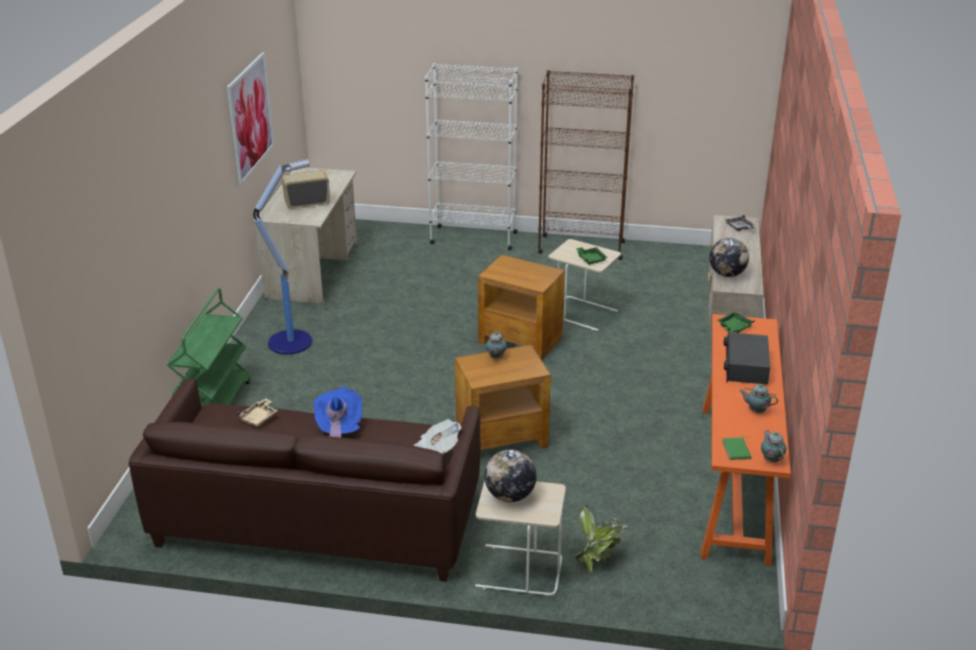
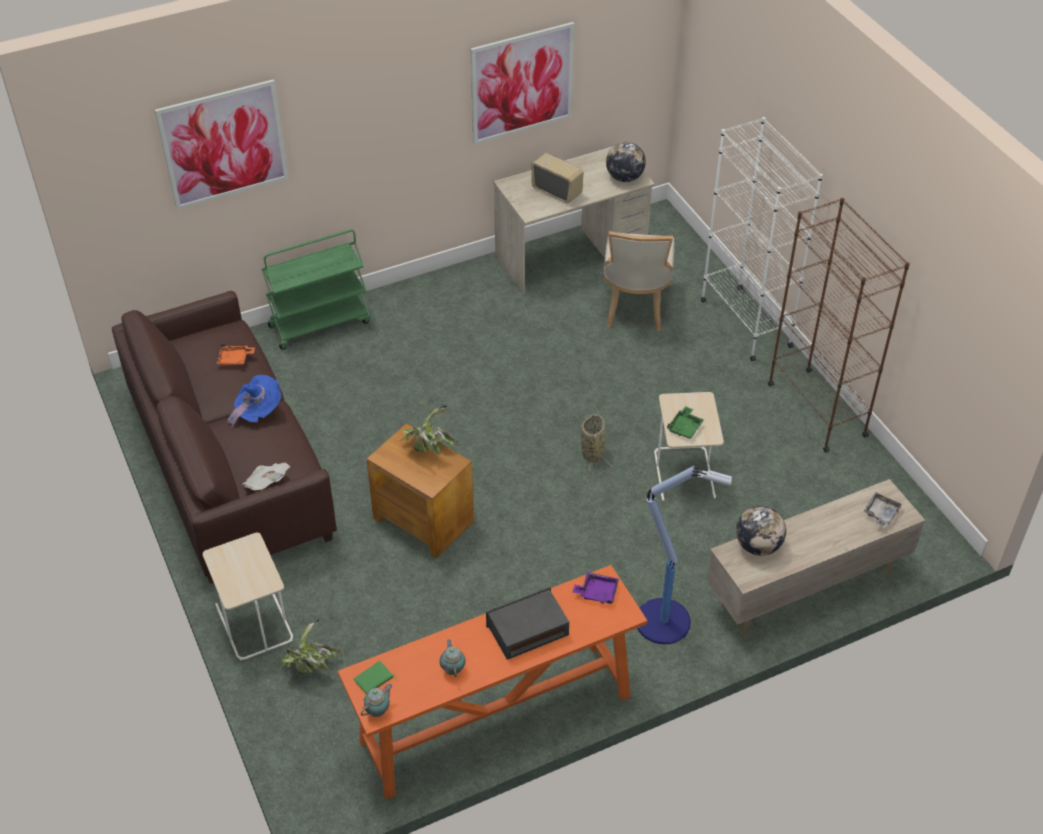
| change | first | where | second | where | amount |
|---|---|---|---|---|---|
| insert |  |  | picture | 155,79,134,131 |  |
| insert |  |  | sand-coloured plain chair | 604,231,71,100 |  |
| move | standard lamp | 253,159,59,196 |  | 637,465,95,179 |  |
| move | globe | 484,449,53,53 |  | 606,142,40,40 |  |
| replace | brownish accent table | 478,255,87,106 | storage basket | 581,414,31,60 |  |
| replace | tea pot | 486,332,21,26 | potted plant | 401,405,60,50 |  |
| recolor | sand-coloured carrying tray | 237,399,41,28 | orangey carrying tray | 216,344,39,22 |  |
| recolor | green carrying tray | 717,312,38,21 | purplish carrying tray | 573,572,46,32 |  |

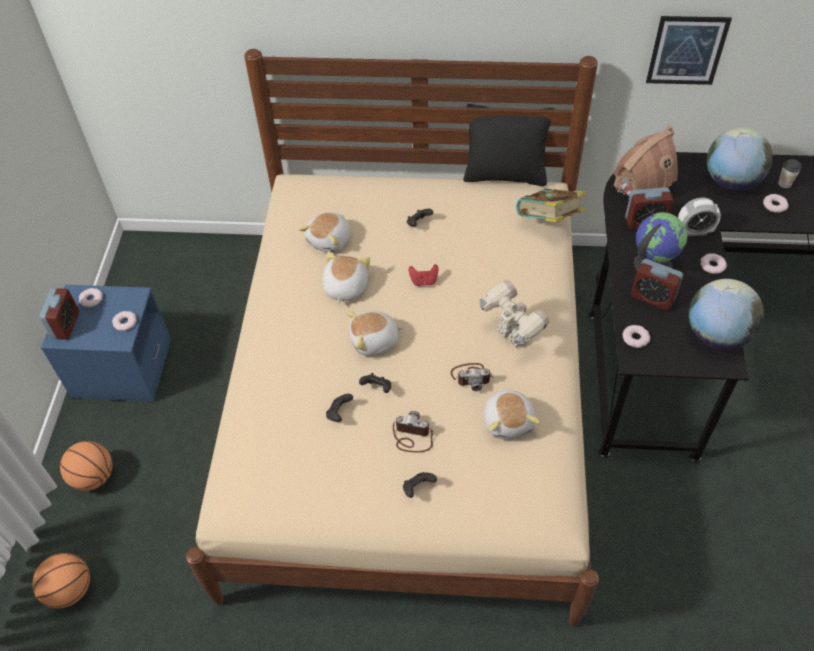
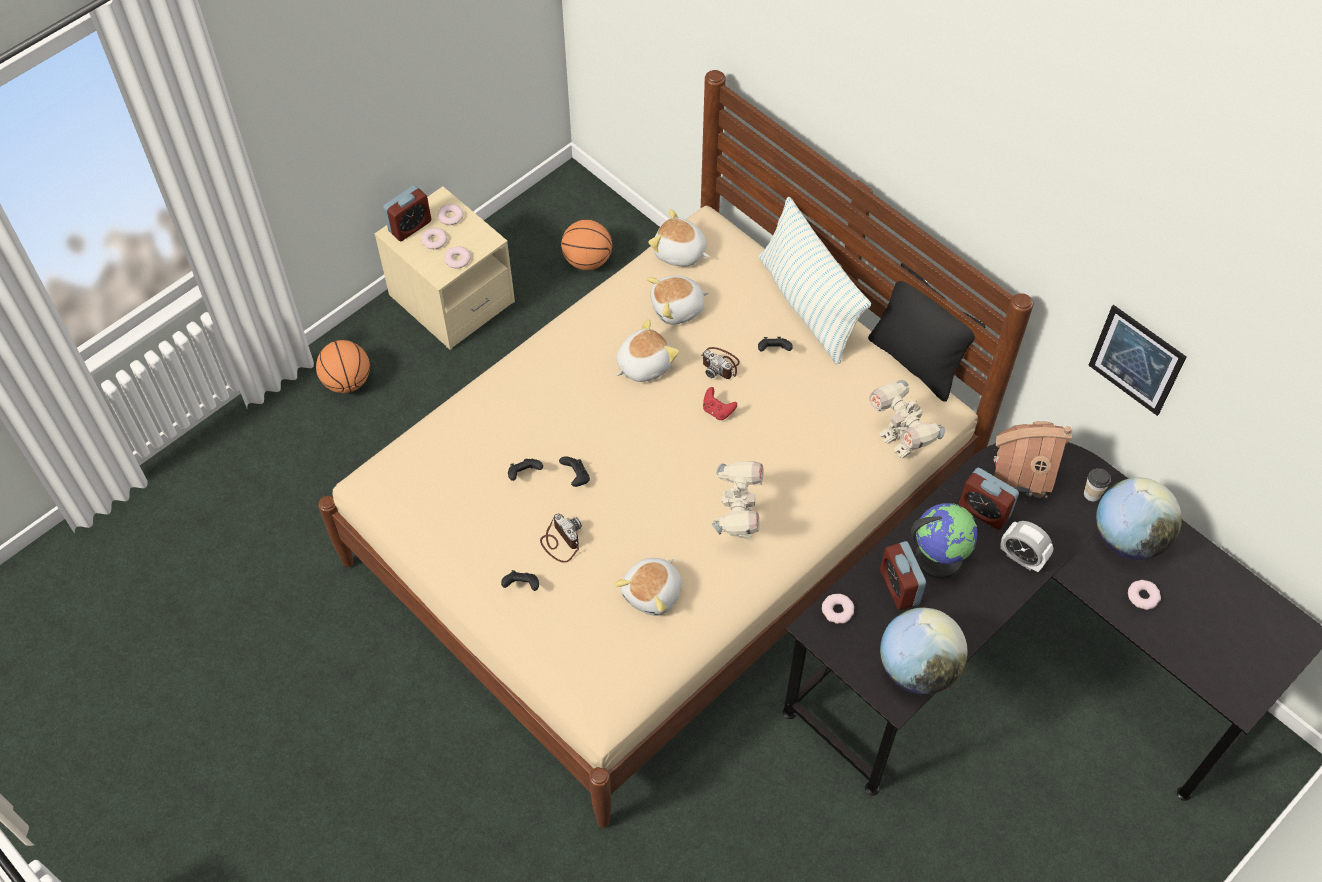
| change | first | where | second | where | amount |
|---|---|---|---|---|---|
| insert |  |  | pillow | 759,197,112,167 |  |
| move | basketball ball | 32,553,58,55 |  | 561,219,51,51 |  |
| move | soft toy | 346,311,58,45 |  | 648,209,62,58 |  |
| move | still camera | 451,363,42,28 |  | 701,347,39,32 |  |
| move | doughnut | 700,253,27,21 |  | 421,228,27,21 |  |
| move | cup | 778,159,23,29 |  | 1084,468,27,33 |  |
| replace | bound book | 516,189,70,34 | toy robot | 869,380,76,78 |  |
| recolor | bluish night table | 41,285,130,117 | sand-coloured night table | 375,186,140,164 |  |

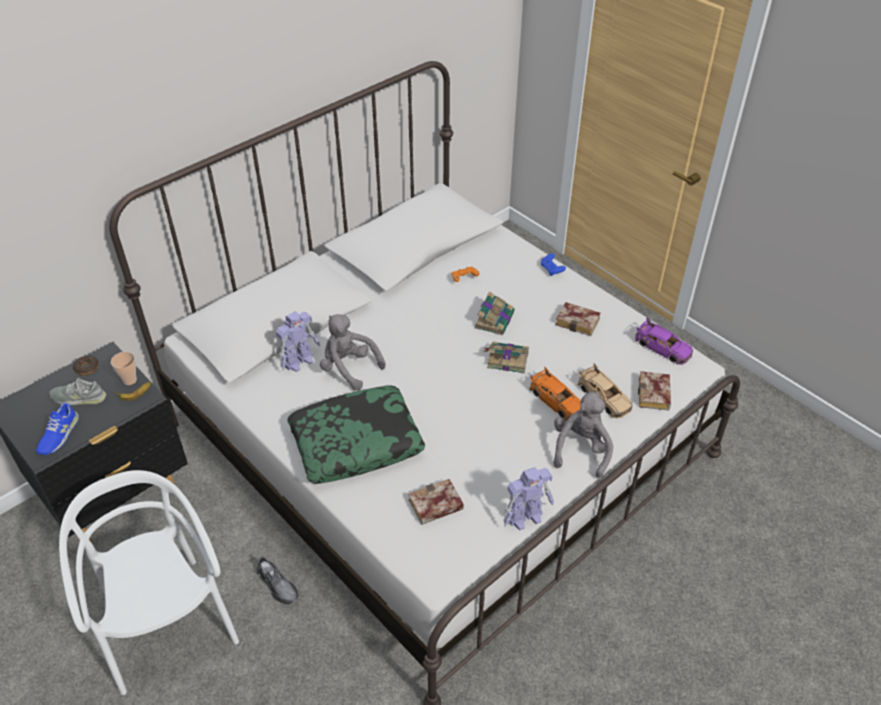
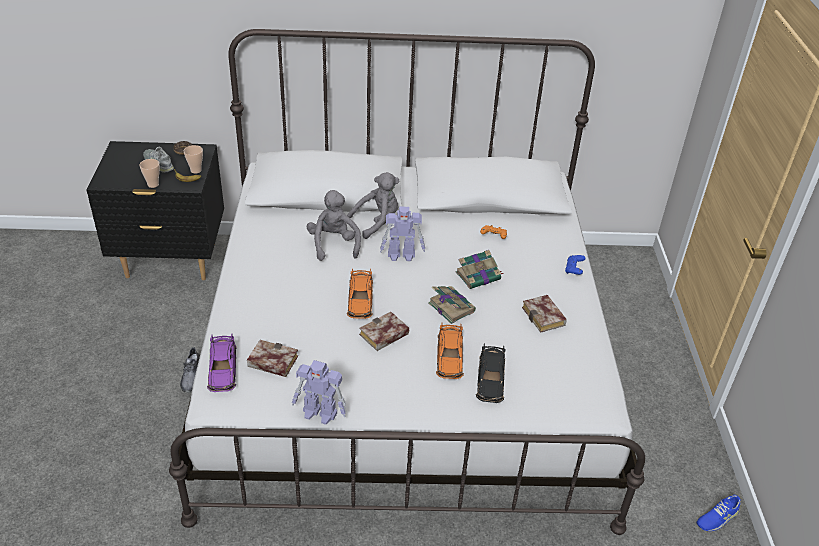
| change | first | where | second | where | amount |
|---|---|---|---|---|---|
| delete | whitish plain chair | 59,470,180,225 |  |  |  |
| delete | pillow | 287,385,138,99 |  |  |  |
| insert |  |  | cup | 140,159,20,29 |  |
| insert |  |  | orangey miniature car | 347,268,26,51 |  |
| move | bluish low shoe | 36,403,43,52 |  | 697,495,43,36 |  |
| move | toy robot | 276,311,44,61 |  | 380,206,45,55 |  |
| move | greyish soft toy | 553,392,60,86 |  | 347,172,52,67 |  |
| move | purplish miniature car | 635,318,58,47 |  | 207,333,30,59 |  |
| move | bound book | 638,371,33,39 |  | 359,312,50,39 |  |
| recolor | sand-coloured miniature car | 577,363,55,55 | black-coloured miniature car | 476,344,29,59 |  |

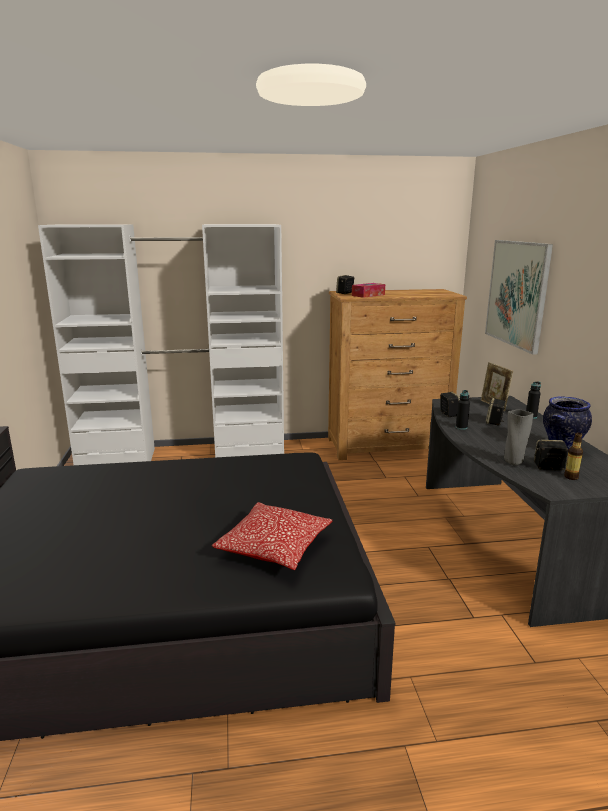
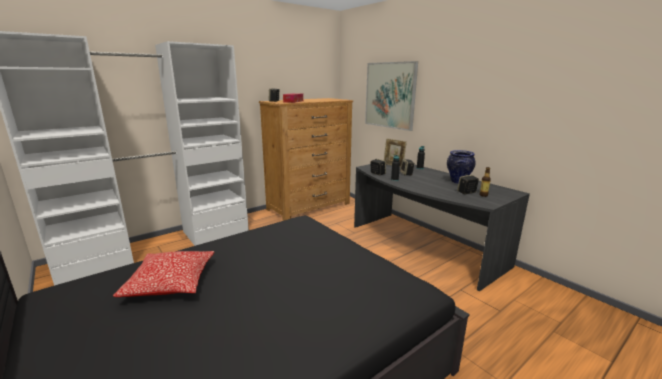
| change | first | where | second | where | amount |
|---|---|---|---|---|---|
| delete | greyish decorative vase | 504,410,29,56 |  |  |  |
| move | pillow | 212,502,120,68 |  | 113,251,101,46 |  |

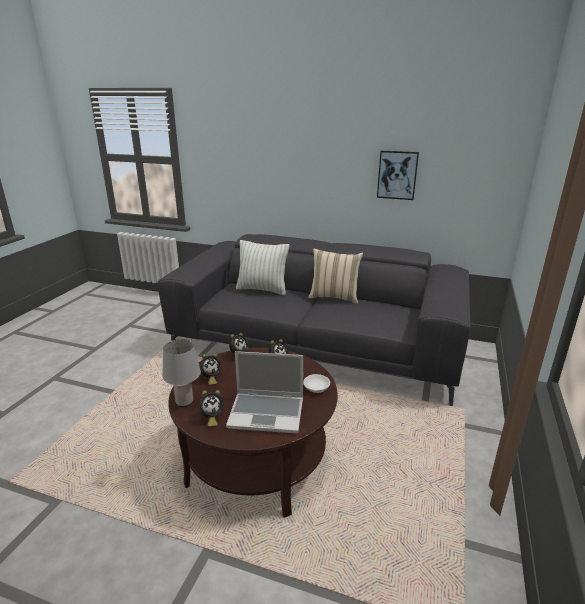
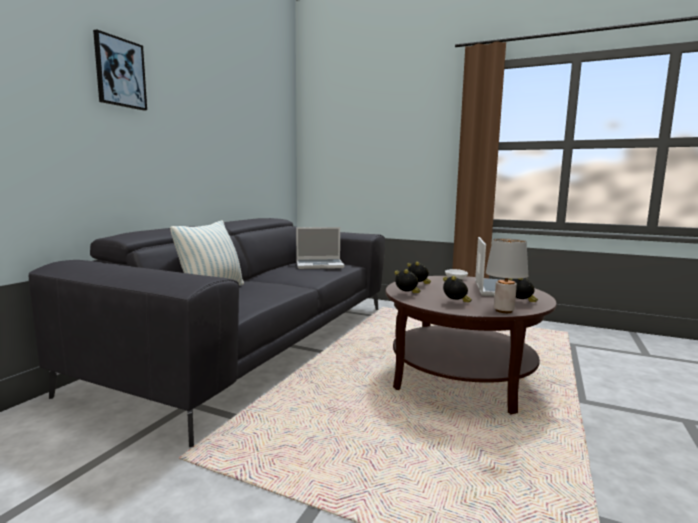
| change | first | where | second | where | amount |
|---|---|---|---|---|---|
| delete | sand-coloured pillow | 308,249,55,55 |  |  |  |
| insert |  |  | notebook computer | 296,227,49,42 |  |
| move | picture | 377,151,42,49 |  | 93,29,54,82 |  |

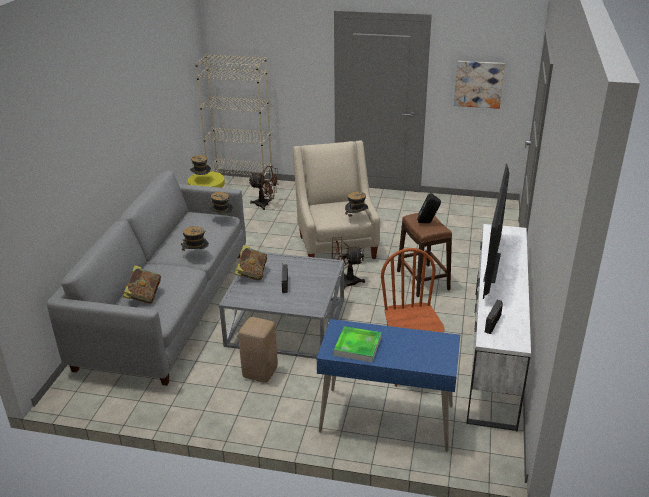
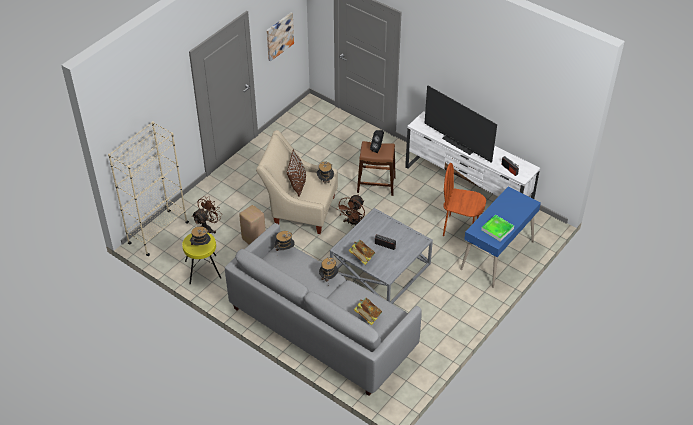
| change | first | where | second | where | amount |
|---|---|---|---|---|---|
| insert |  |  | brownish pillow | 287,149,19,48 |  |
| move | sand-coloured stool seat | 239,317,39,66 |  | 239,205,27,40 |  |

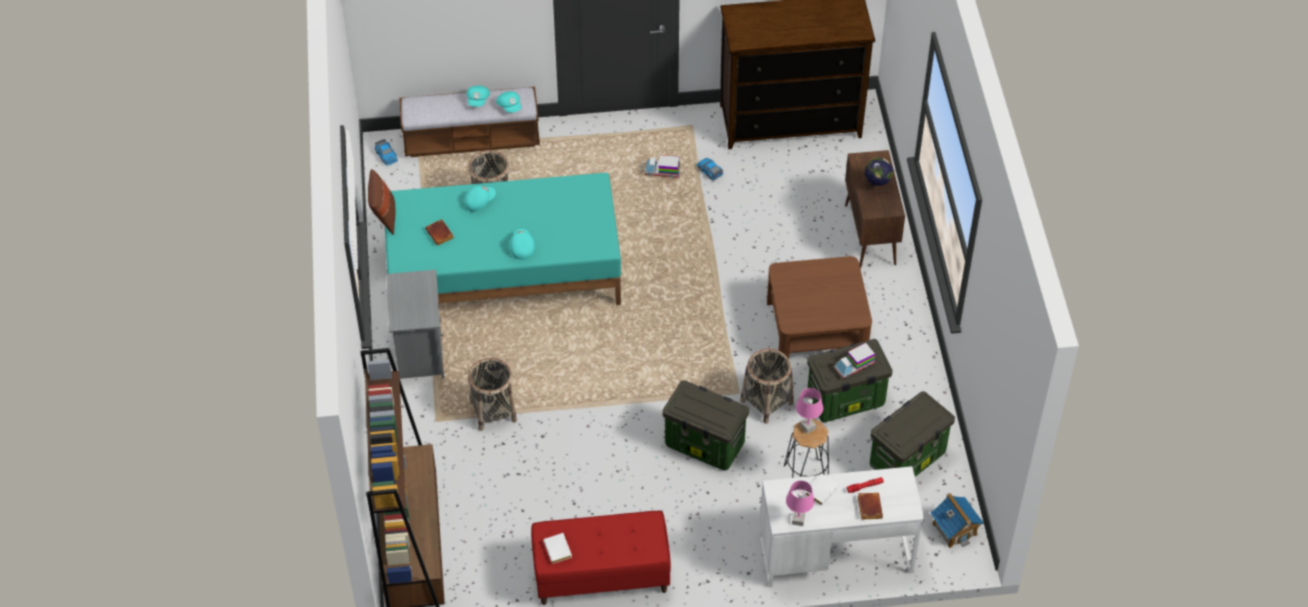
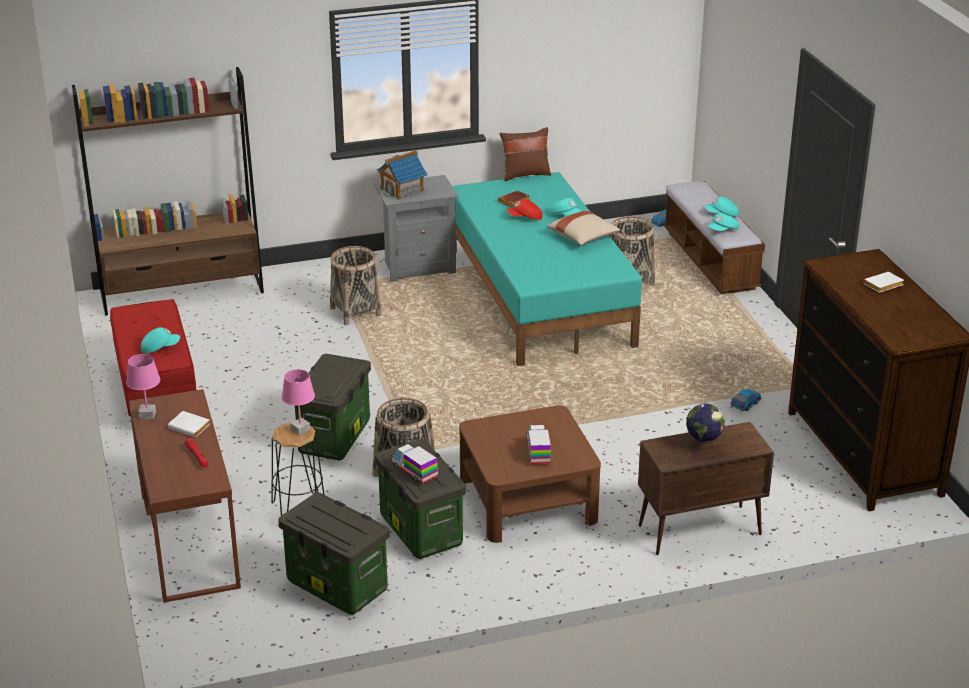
| change | first | where | second | where | amount |
|---|---|---|---|---|---|
| delete | brownish bound book | 858,493,25,27 |  |  |  |
| insert |  |  | red-coloured baseball cap | 507,199,35,21 |  |
| insert |  |  | sand-coloured pillow | 547,210,73,35 |  |
| move | blue-green baseball cap | 510,229,25,31 |  | 141,327,39,27 |  |
| move | whitish bound book | 543,533,29,31 |  | 863,272,41,21 |  |
| move | toy lorry | 645,155,35,23 |  | 527,425,24,39 |  |
| move | model house | 930,493,54,55 |  | 377,150,50,50 |  |
| recolor | whitish desk | 760,466,165,122 | brownish desk | 129,389,112,214 |  |

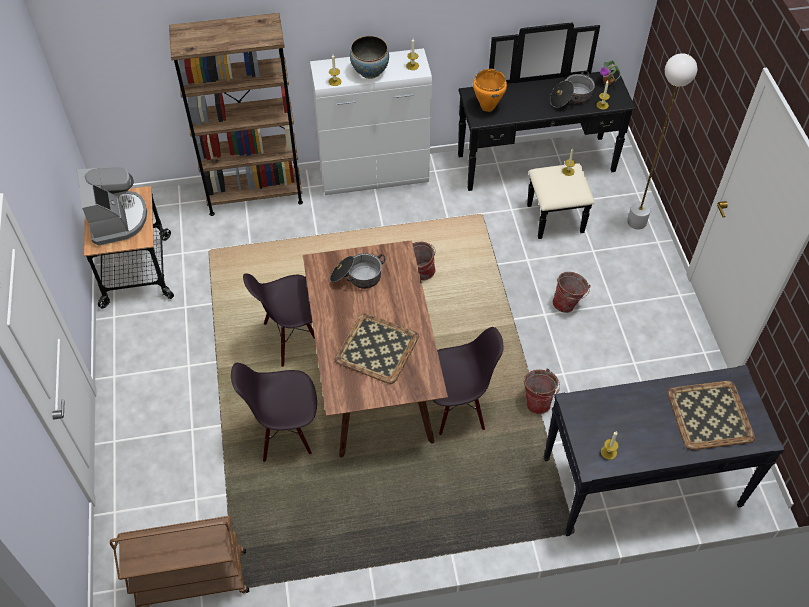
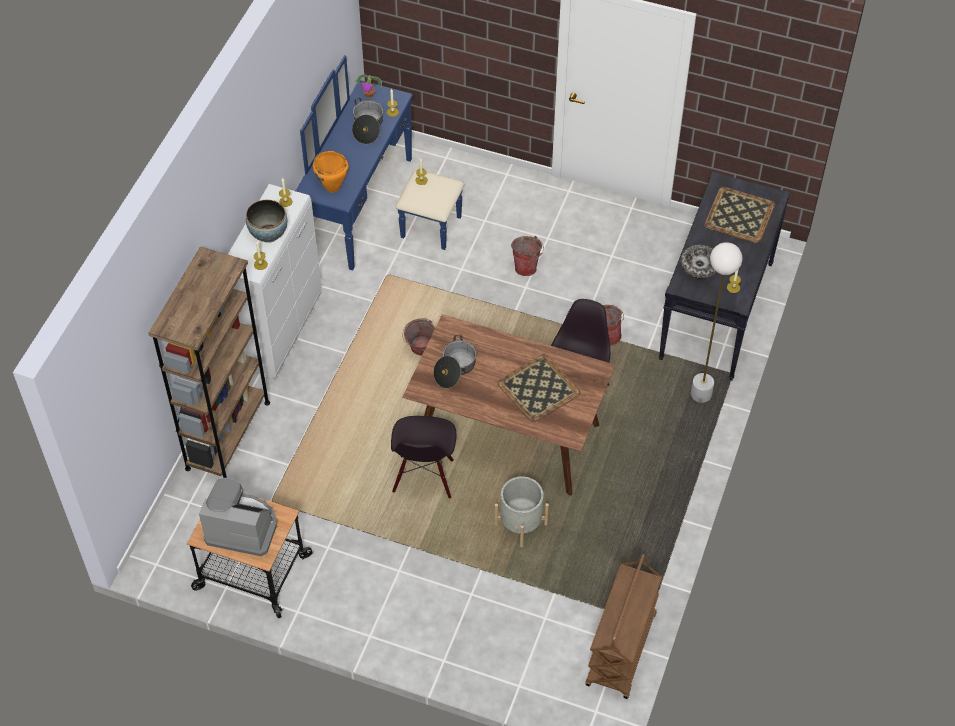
| change | first | where | second | where | amount |
|---|---|---|---|---|---|
| insert |  |  | bowl | 680,245,37,34 |  |
| move | whitish standard lamp | 627,53,70,176 |  | 691,242,52,161 |  |
| replace | black-coloured plain chair | 231,363,86,99 | greyish flower pot | 494,476,55,71 |  |
| recolor | black-coloured dresser | 458,23,177,216 | bluish dresser | 296,55,169,216 |  |

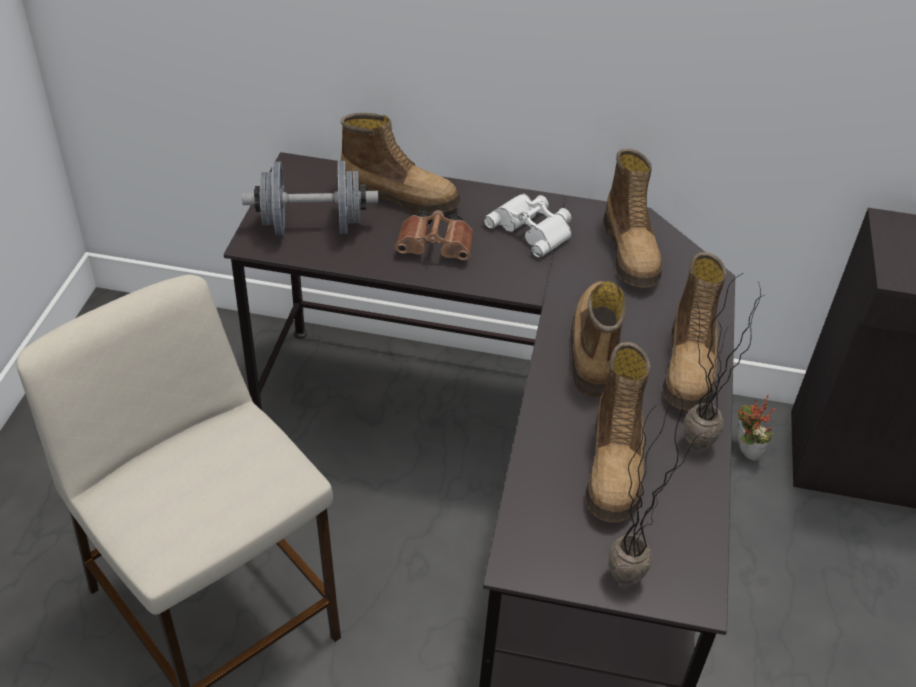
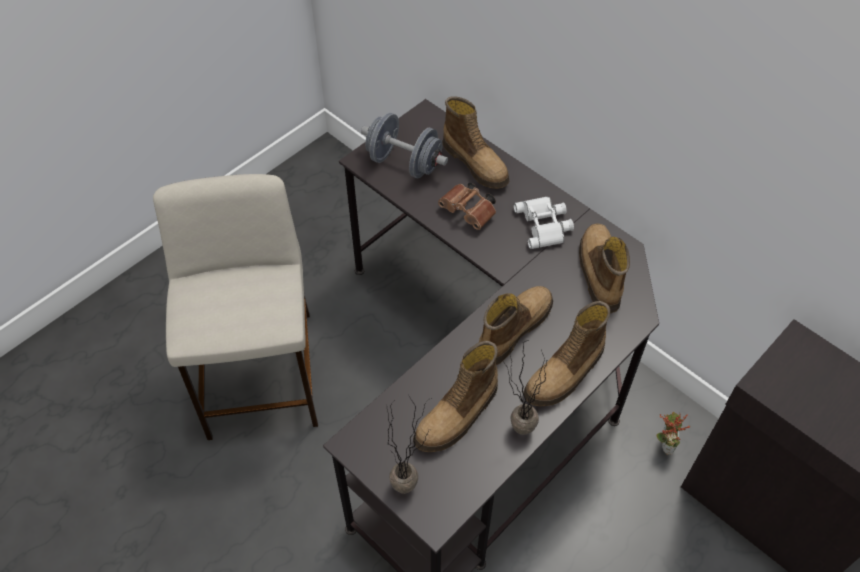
| change | first | where | second | where | amount |
|---|---|---|---|---|---|
| rotate | high-top boot | 603,148,59,140 |  | 579,224,51,89 | 150 degrees clockwise |

